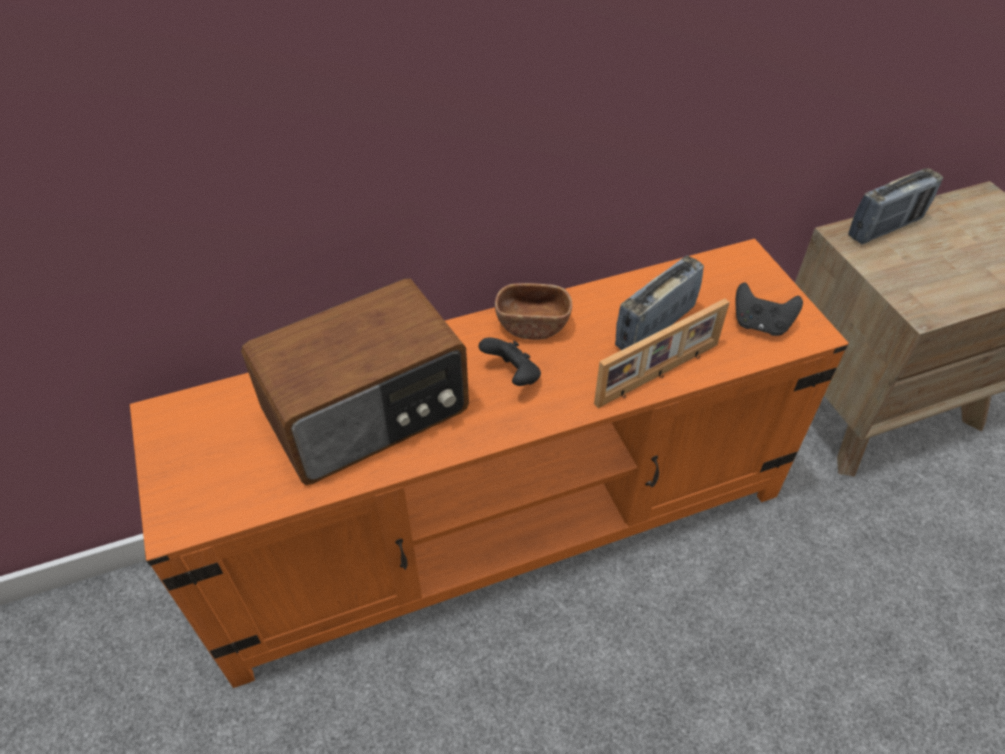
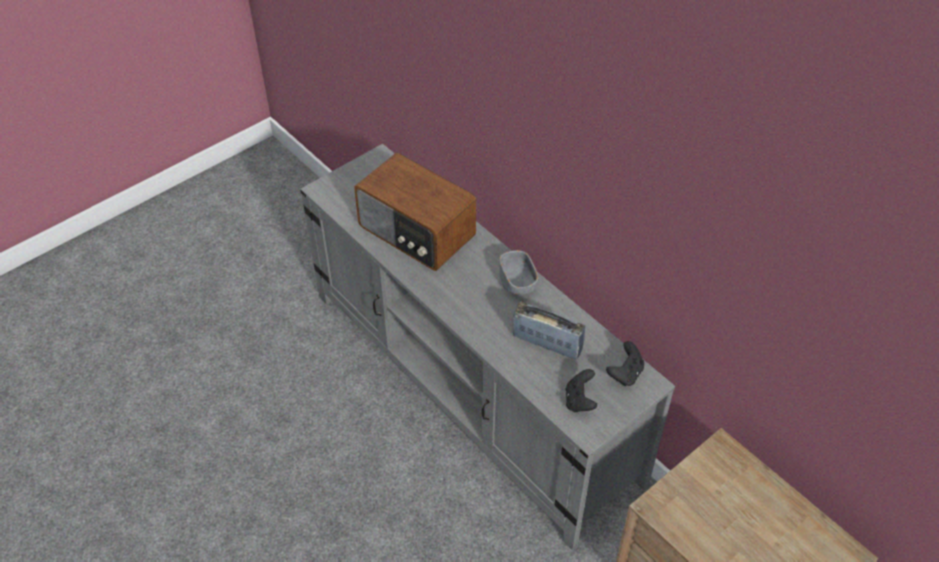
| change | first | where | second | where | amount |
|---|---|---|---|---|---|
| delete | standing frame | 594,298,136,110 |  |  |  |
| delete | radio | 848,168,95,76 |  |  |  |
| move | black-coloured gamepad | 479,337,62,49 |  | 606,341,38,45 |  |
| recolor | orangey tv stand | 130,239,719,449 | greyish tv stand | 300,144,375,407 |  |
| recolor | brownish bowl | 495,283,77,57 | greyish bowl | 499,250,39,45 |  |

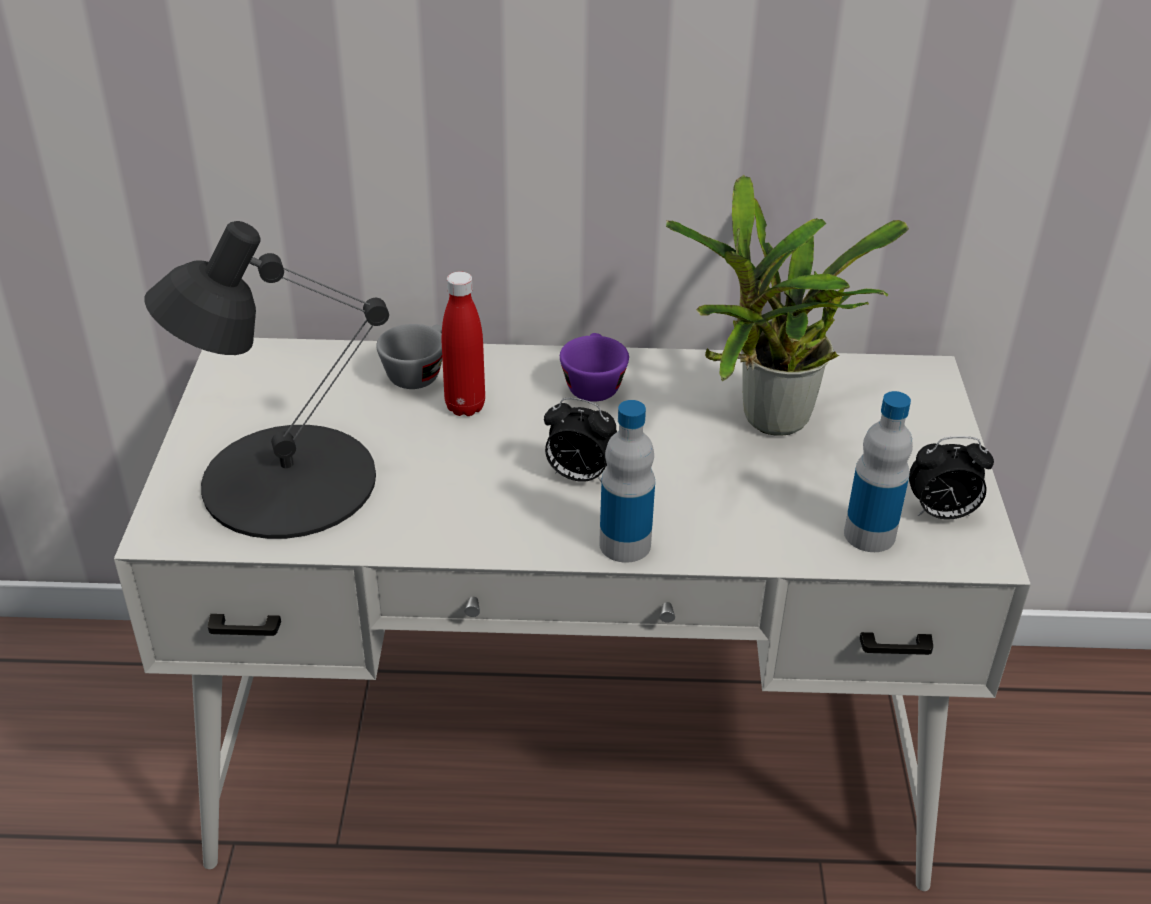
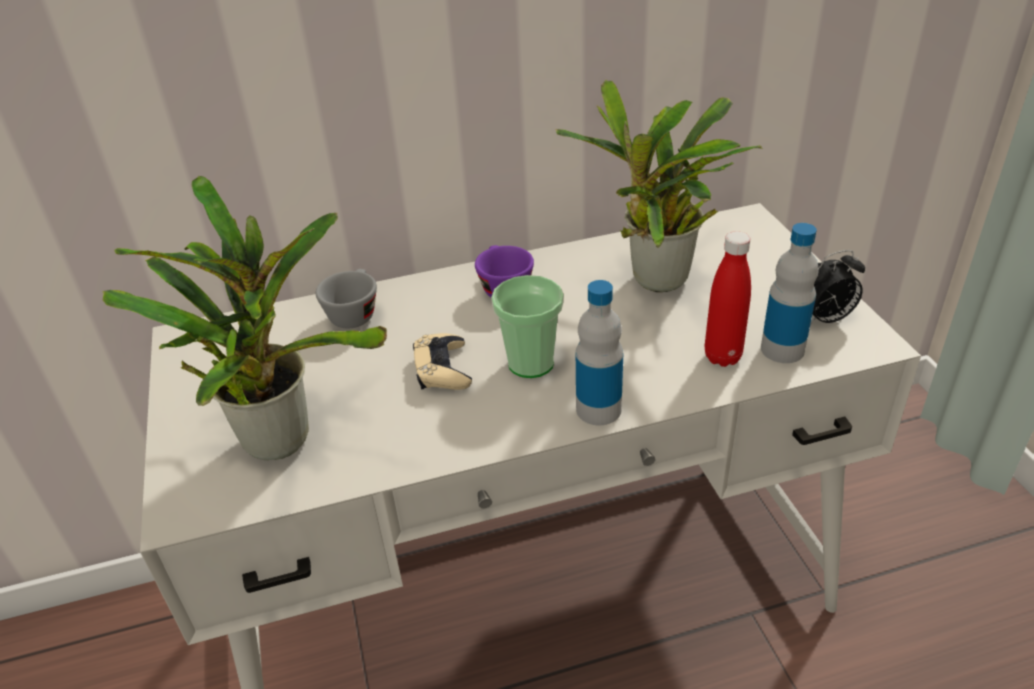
| change | first | where | second | where | amount |
|---|---|---|---|---|---|
| insert |  |  | sand-coloured gamepad | 413,333,59,57 |  |
| move | red-coloured drink bottle | 442,272,43,144 |  | 705,231,46,136 |  |
| replace | black-coloured tabletop lamp | 144,221,245,318 | potted plant | 102,176,285,284 |  |
| replace | bedside clock | 544,398,73,84 | cup | 491,275,73,103 |  |

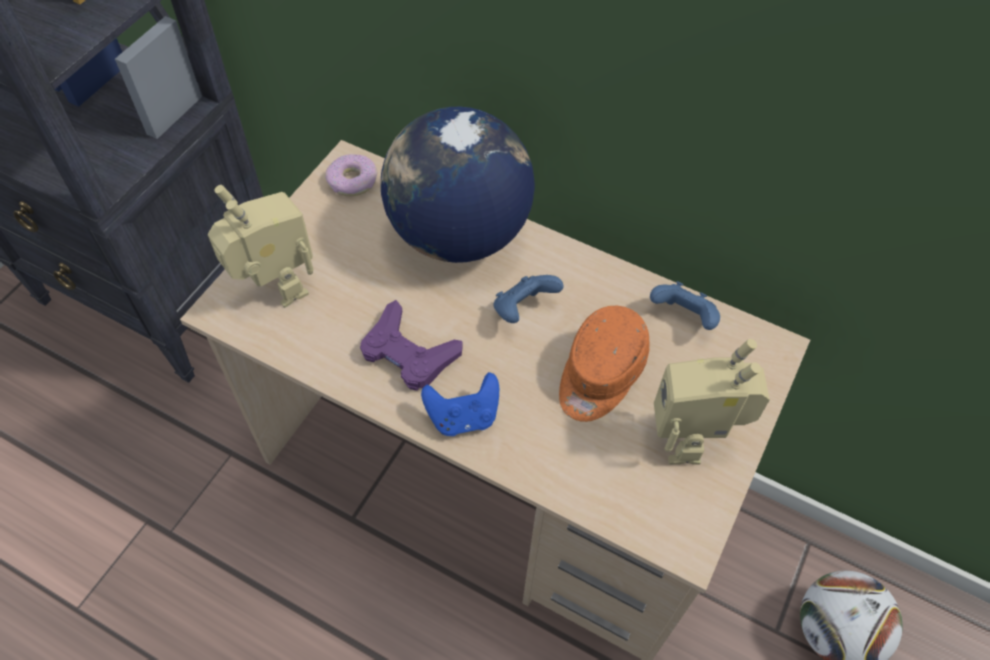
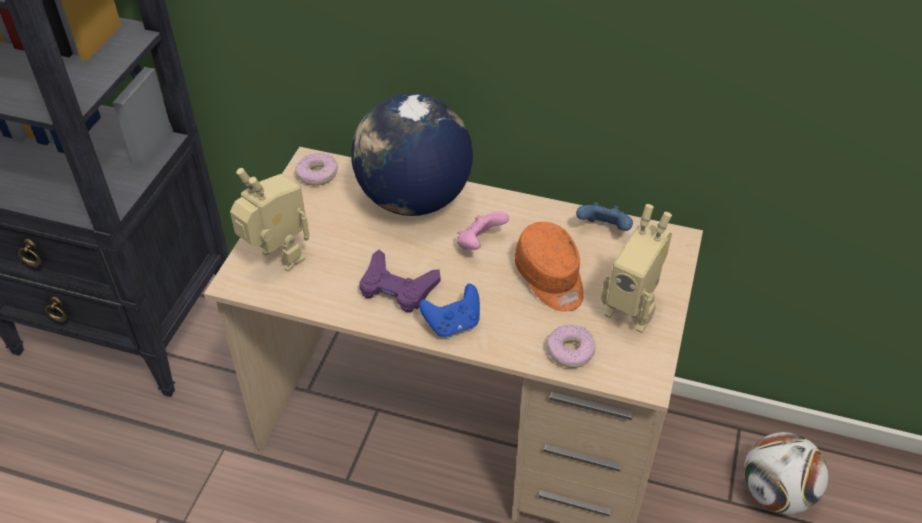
| change | first | where | second | where | amount |
|---|---|---|---|---|---|
| insert |  |  | doughnut | 547,325,48,43 |  |
| recolor | bluish gamepad | 494,275,69,48 | pinkish gamepad | 456,211,53,39 |  |
| rotate | orangey baseball cap | 559,306,90,116 |  | 515,222,69,90 | 45 degrees counterclockwise |
| rotate | toy robot | 654,339,116,125 |  | 601,204,71,129 | 45 degrees counterclockwise |

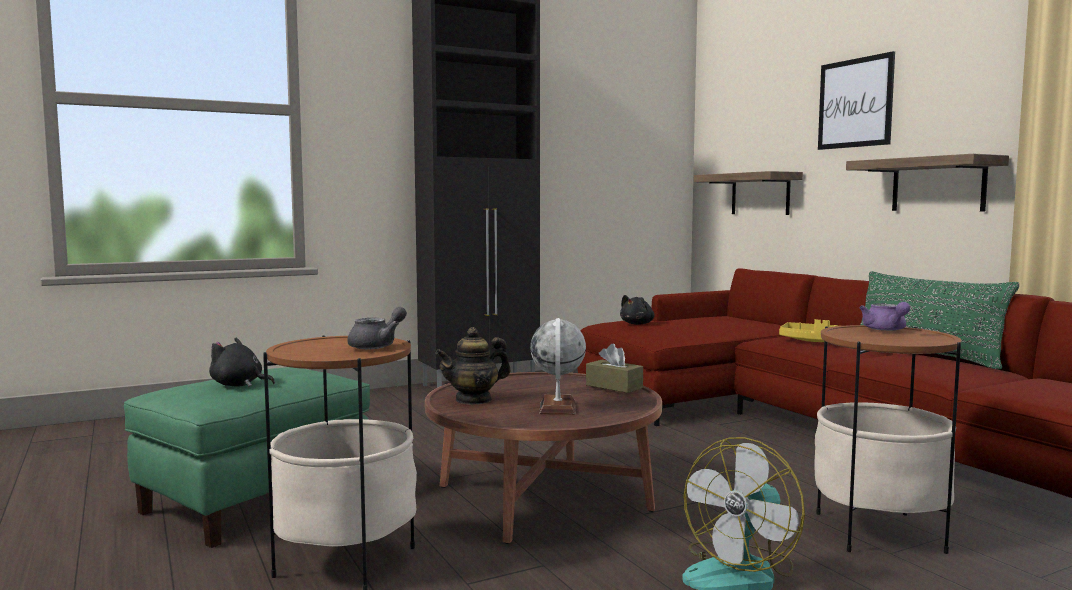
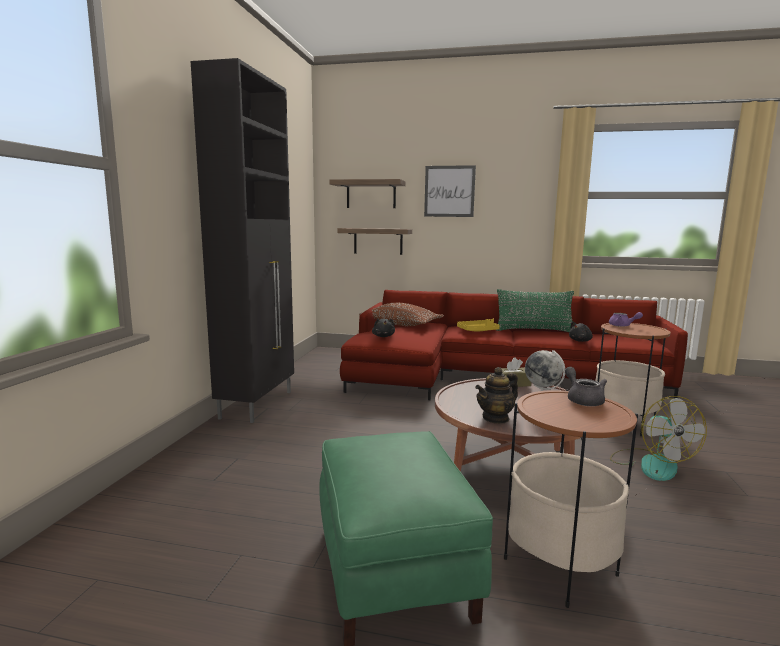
| change | first | where | second | where | amount |
|---|---|---|---|---|---|
| insert |  |  | brownish pillow | 359,303,85,23 |  |
| move | black-coloured soft toy | 209,338,66,49 |  | 569,321,24,21 |  |
| move | shelf | 846,154,163,58 |  | 330,179,76,29 |  |
| rotate | tea pot | 435,327,75,78 |  | 475,367,43,57 | 45 degrees clockwise |

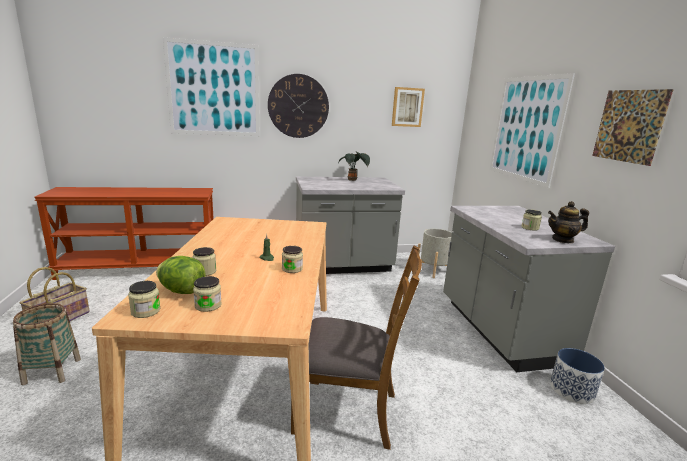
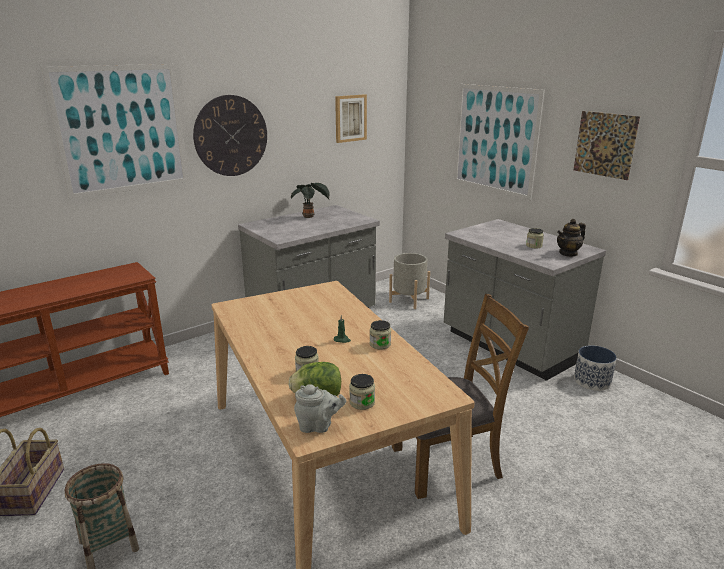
| change | first | where | second | where | amount |
|---|---|---|---|---|---|
| replace | storage jar | 128,281,33,37 | greyish tea pot | 294,384,52,49 |  |

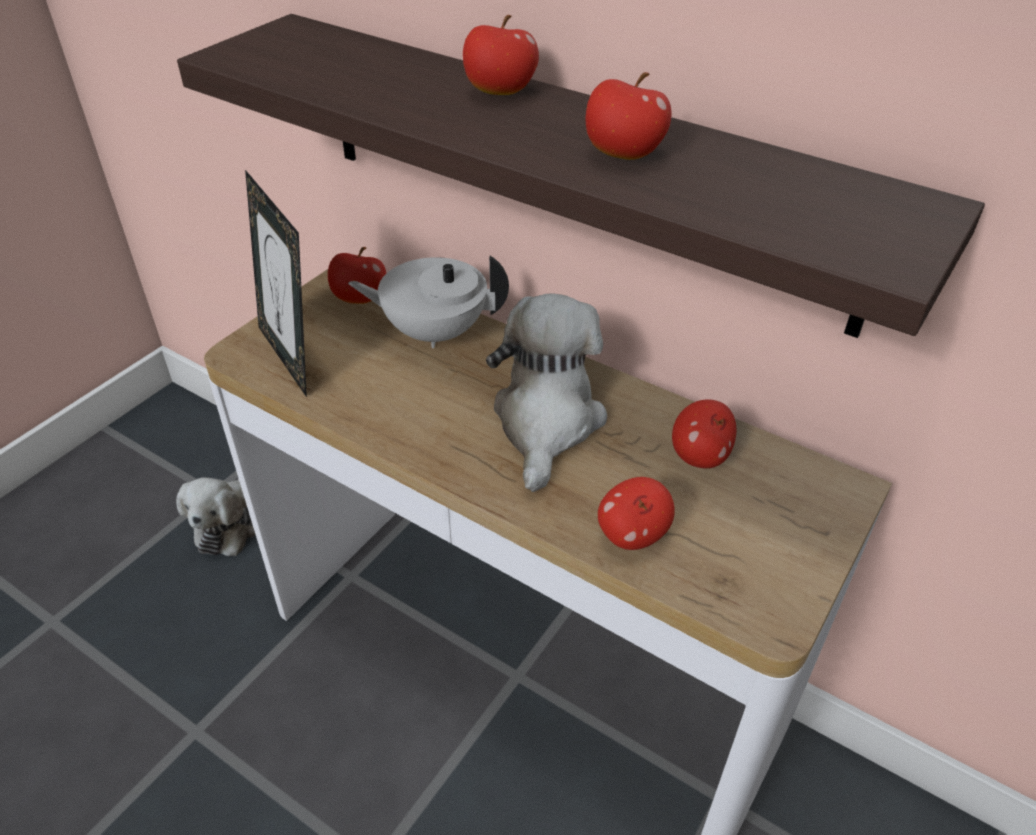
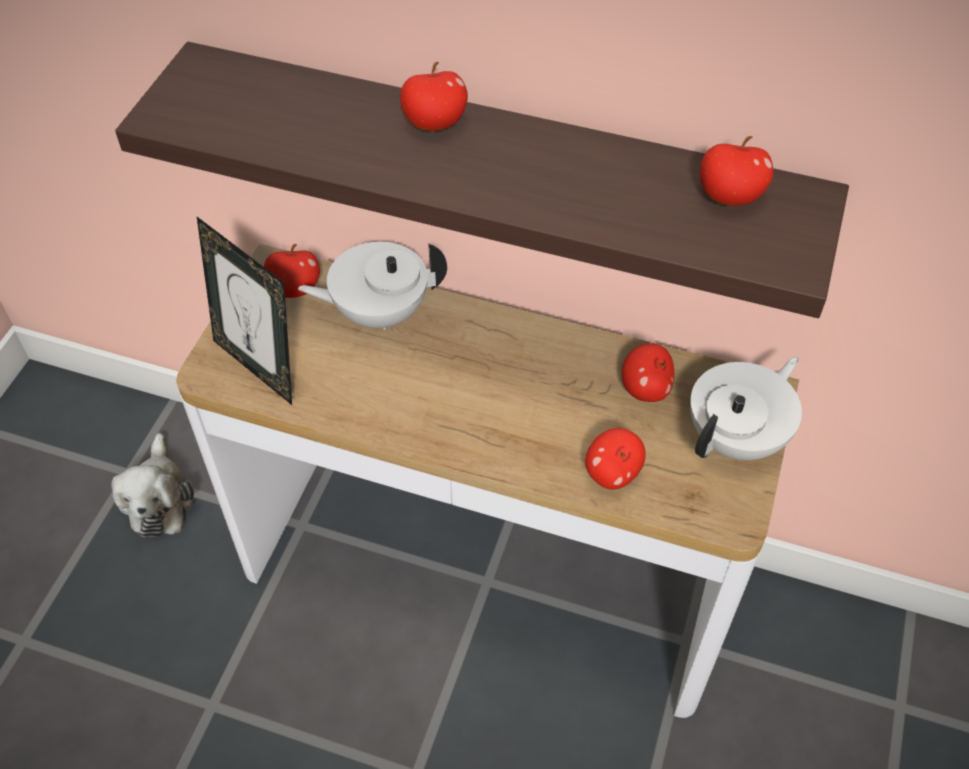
| change | first | where | second | where | amount |
|---|---|---|---|---|---|
| delete | soft toy | 486,293,121,199 |  |  |  |
| insert |  |  | whitish tea pot | 690,357,112,103 |  |
| move | apple fruit | 585,72,86,88 |  | 700,136,73,70 |  |

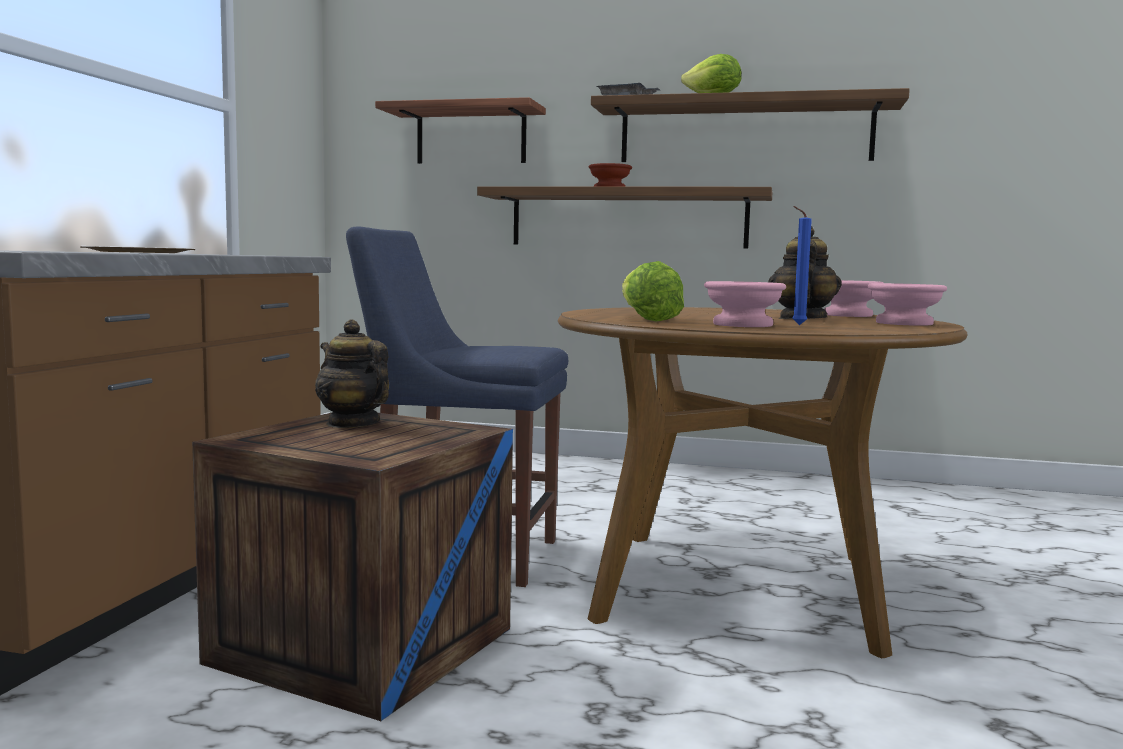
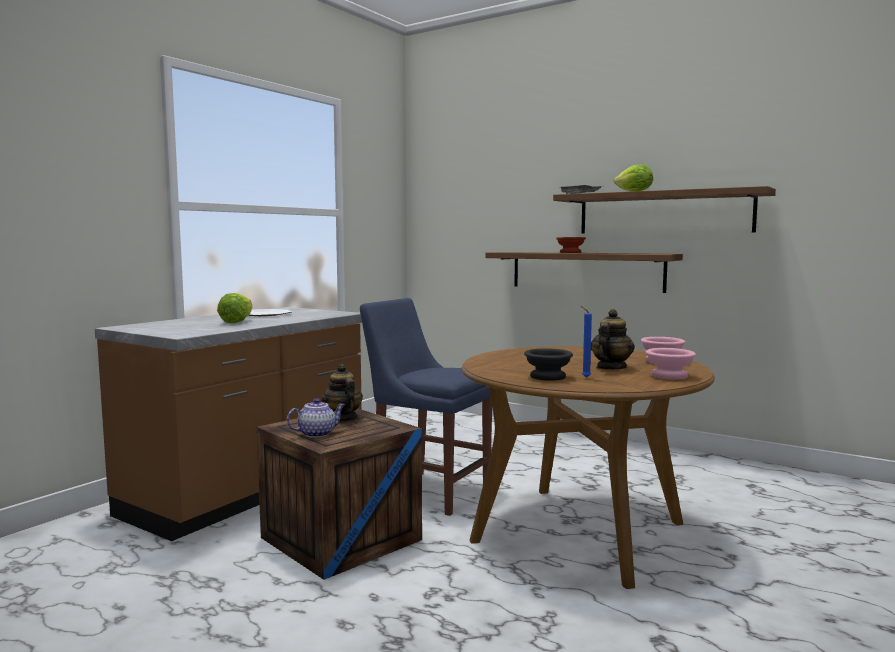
| change | first | where | second | where | amount |
|---|---|---|---|---|---|
| delete | shelf | 375,97,171,67 |  |  |  |
| insert |  |  | tea pot | 287,398,58,40 |  |
| move | lettuce | 622,261,62,61 |  | 217,293,35,30 |  |
| recolor | pinkish bowl | 704,281,82,46 | black-coloured bowl | 524,349,49,32 |  |

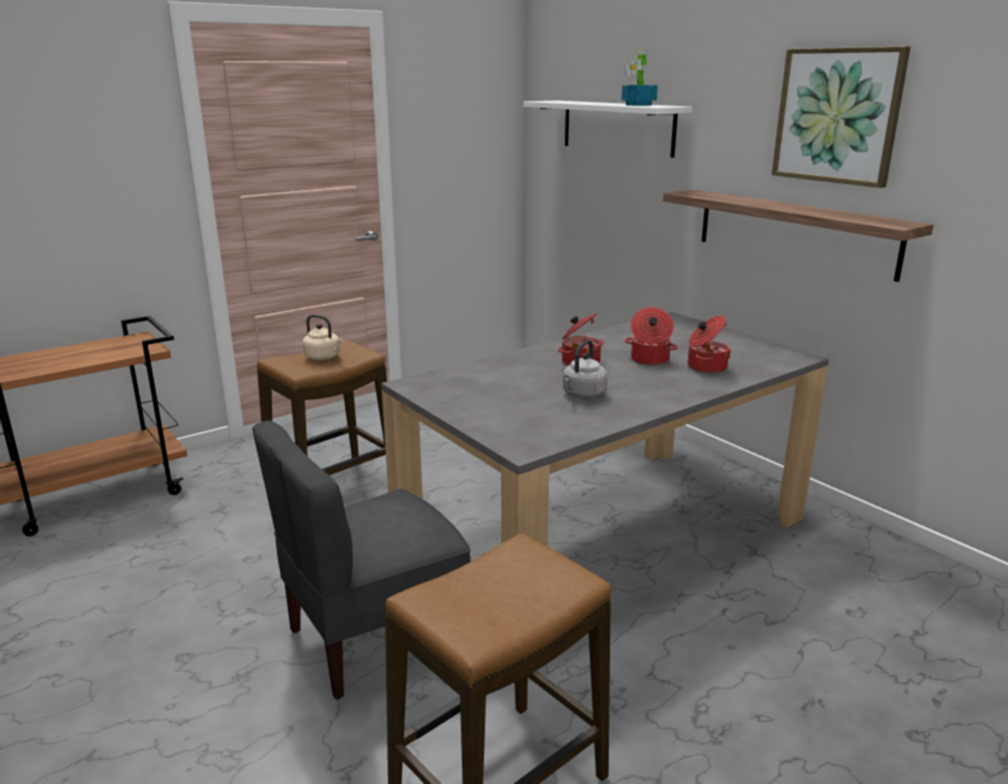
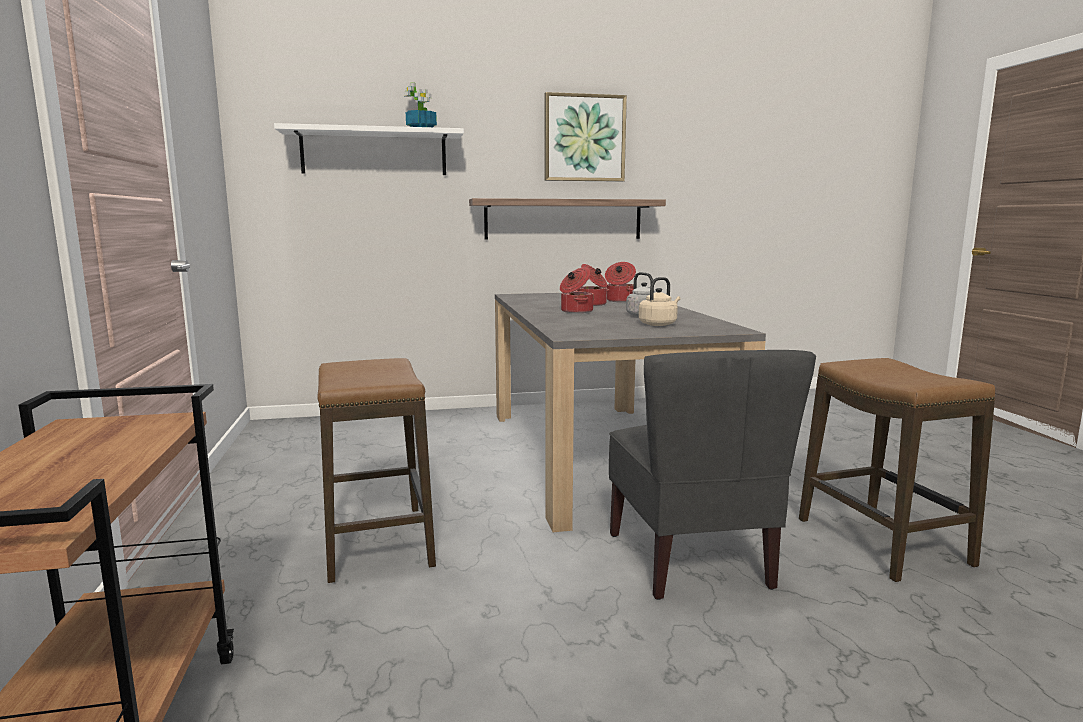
| change | first | where | second | where | amount |
|---|---|---|---|---|---|
| move | sand-coloured water kettle | 302,315,42,45 |  | 638,277,43,49 |  |

